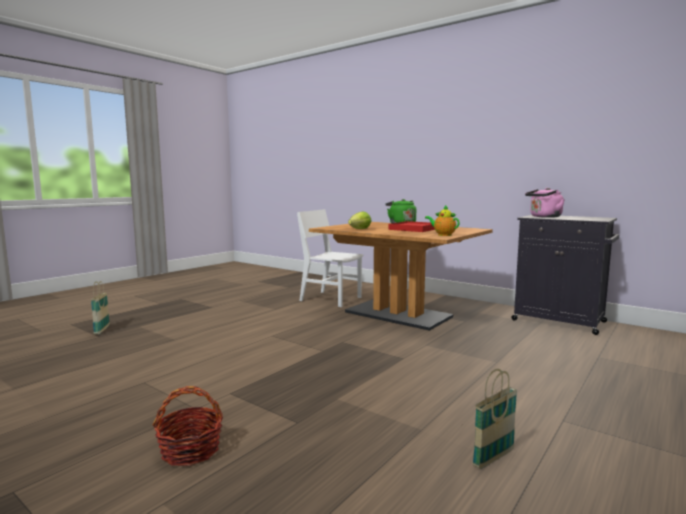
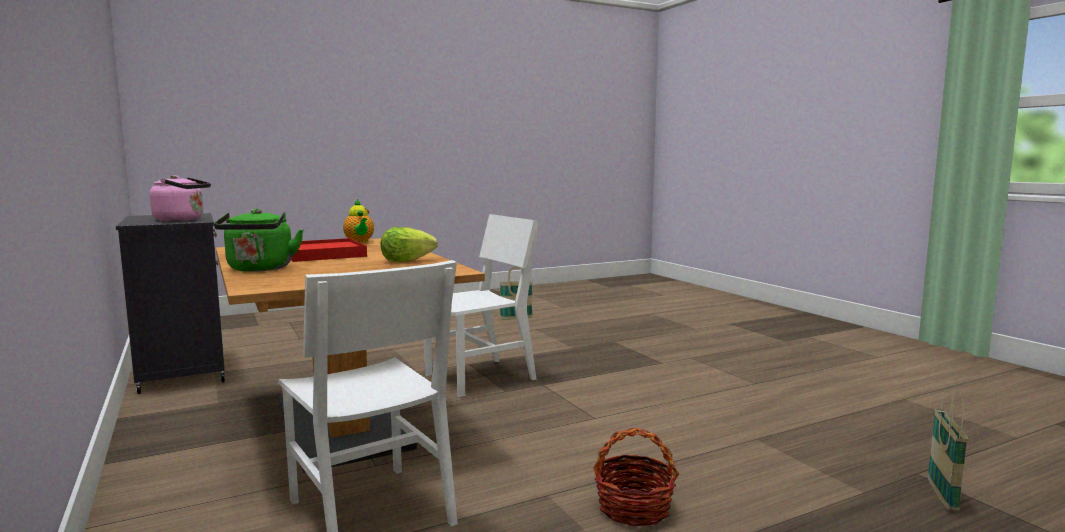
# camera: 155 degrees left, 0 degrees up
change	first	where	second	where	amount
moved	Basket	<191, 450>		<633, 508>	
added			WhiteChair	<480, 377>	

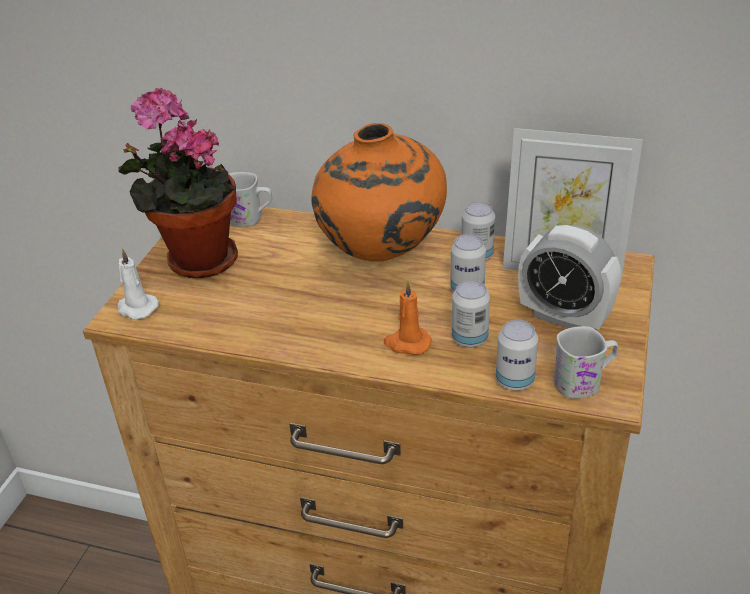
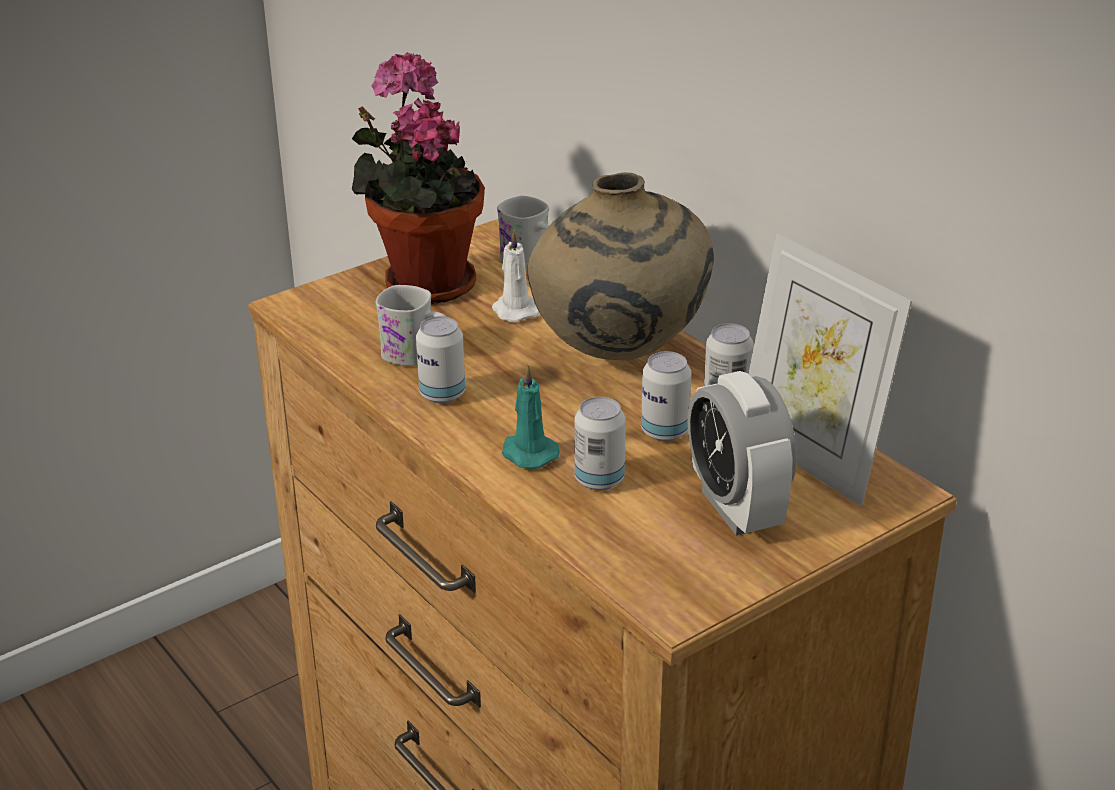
# camera: 35 degrees right, 5 degrees down
change	first	where	second	where	amount
recoloured	OrangeVase	<381, 256>	BeigeVase	<617, 357>	
moved	WhiteCandle	<136, 308>		<514, 310>	
recoloured	OrangeCandle	<407, 343>	TurquoiseCandle	<528, 453>	
moved	Can	<514, 381>		<442, 394>	
moved	WhiteMug	<584, 382>		<416, 355>	

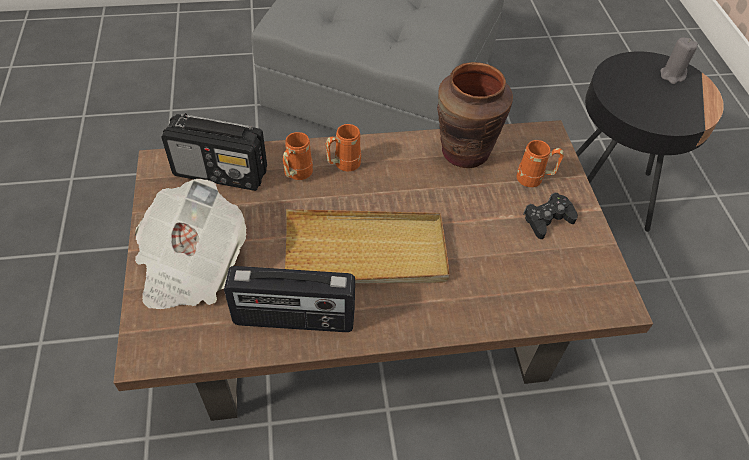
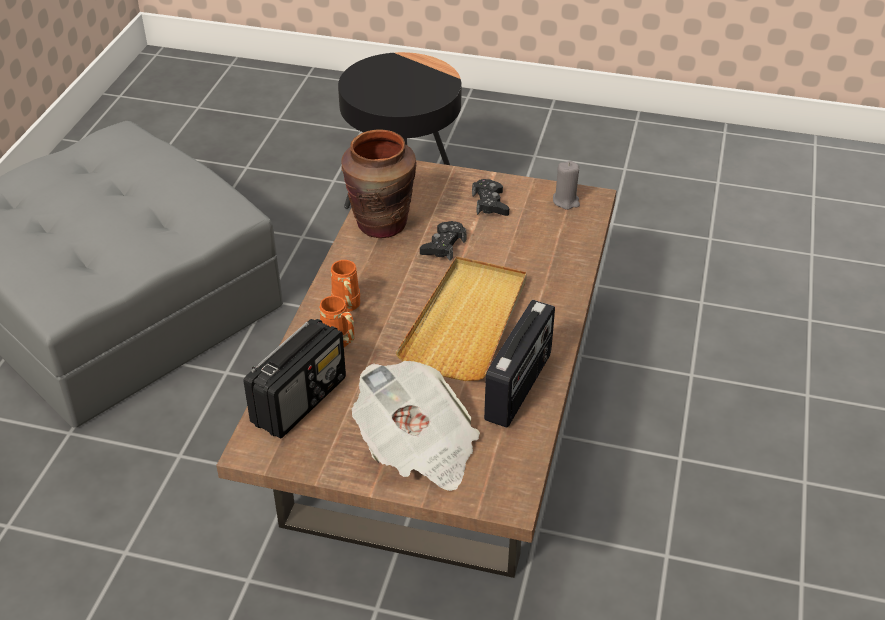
# camera: 65 degrees left, 10 degrees down
change	first	where	second	where	amount
moved	GreyCandle	<672, 75>		<566, 201>	
removed	OrangeMug	<534, 179>			
added			BlackGameController	<443, 246>	

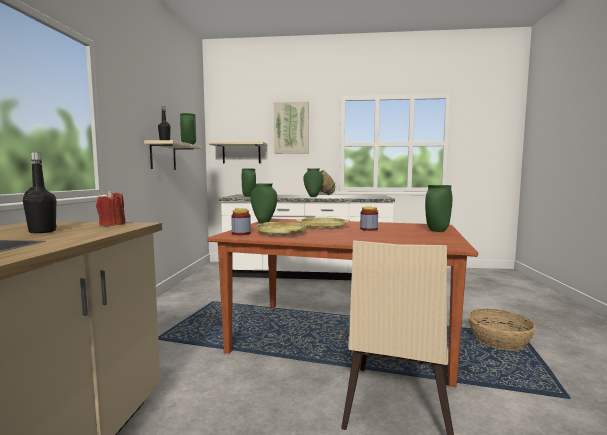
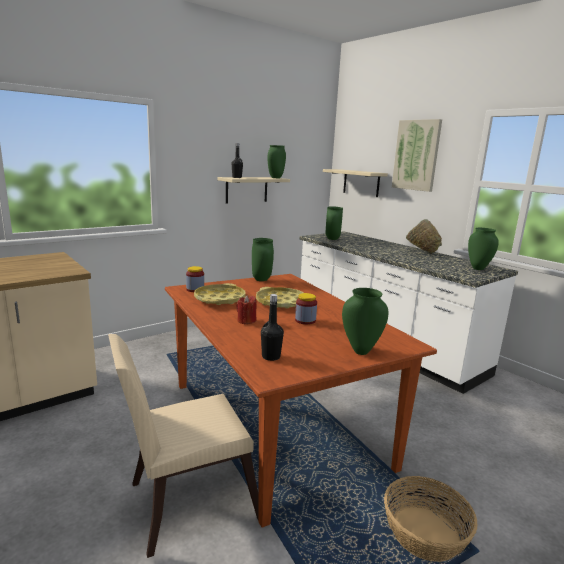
# camera: 45 degrees right, 10 degrees up
change	first	where	second	where	amount
moved	BlackBottle	<42, 231>		<271, 357>	
moved	GreenVase	<313, 196>		<478, 268>	
moved	RedCandle	<112, 224>		<246, 321>	

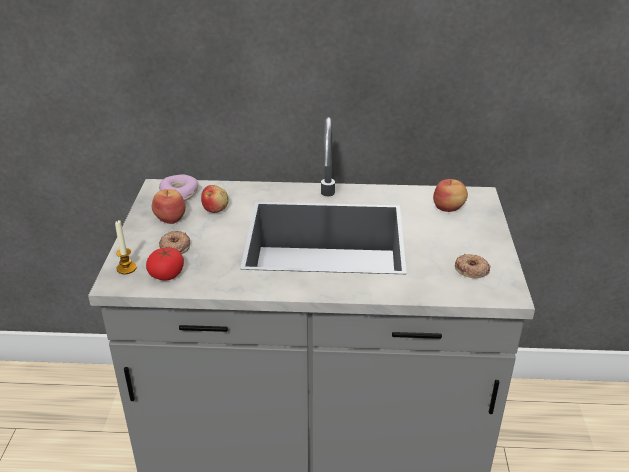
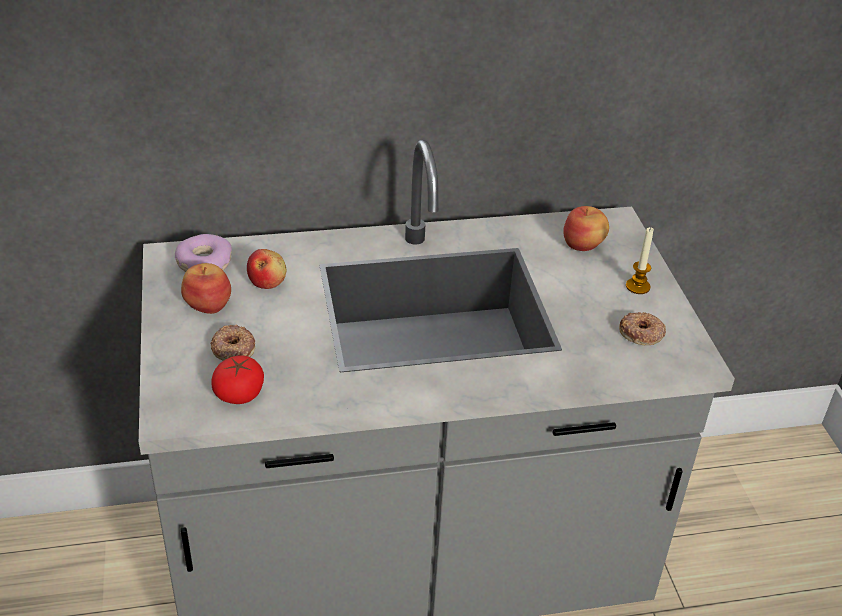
# camera: 15 degrees left, 5 degrees up
change	first	where	second	where	amount
moved	Candle	<126, 268>		<637, 286>	

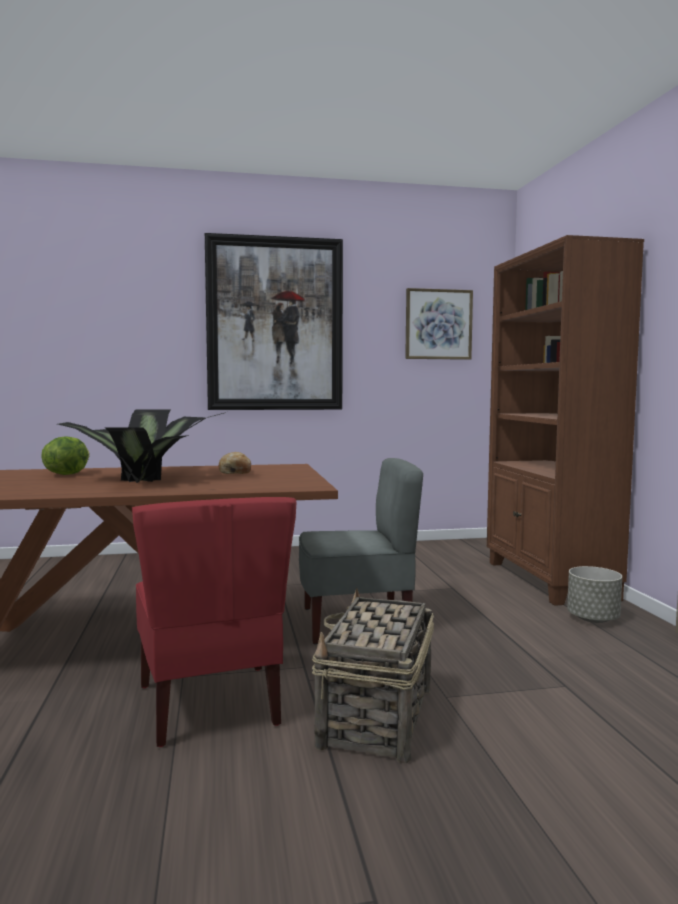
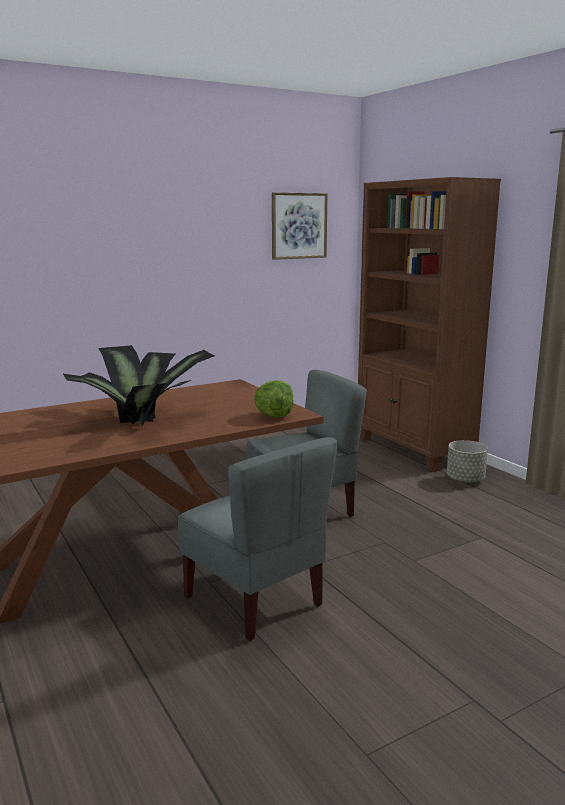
# camera: 20 degrees left, 10 degrees up
change	first	where	second	where	amount
removed	Picture	<275, 324>			
moved	Lettuce	<66, 474>		<274, 416>	
removed	Bread	<235, 472>			
recoloured	RedChair	<211, 705>	GreyChair	<255, 600>	
removed	Basket	<376, 718>			

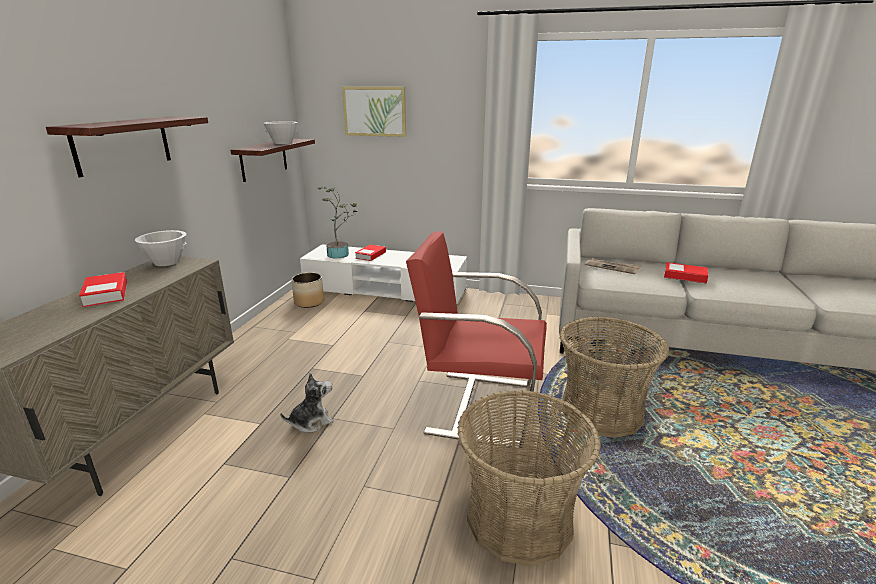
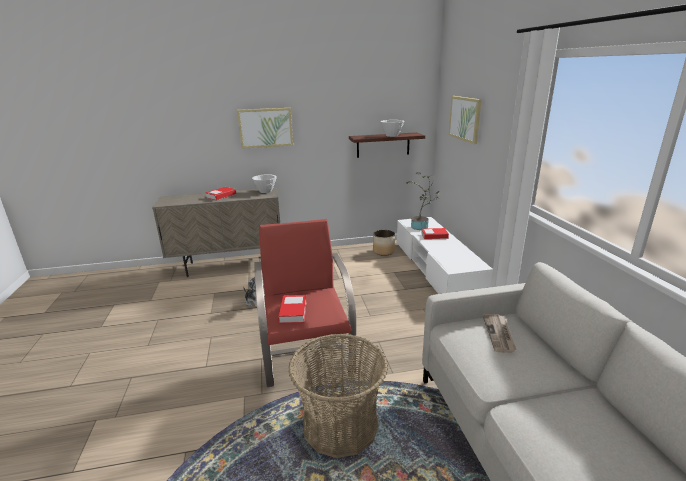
# camera: 65 degrees right, 0 degrees up
change	first	where	second	where	amount
replaced	Shelf	<123, 144>	Picture	<265, 127>	
moved	Book	<684, 276>		<293, 312>	
removed	Basket	<519, 518>			

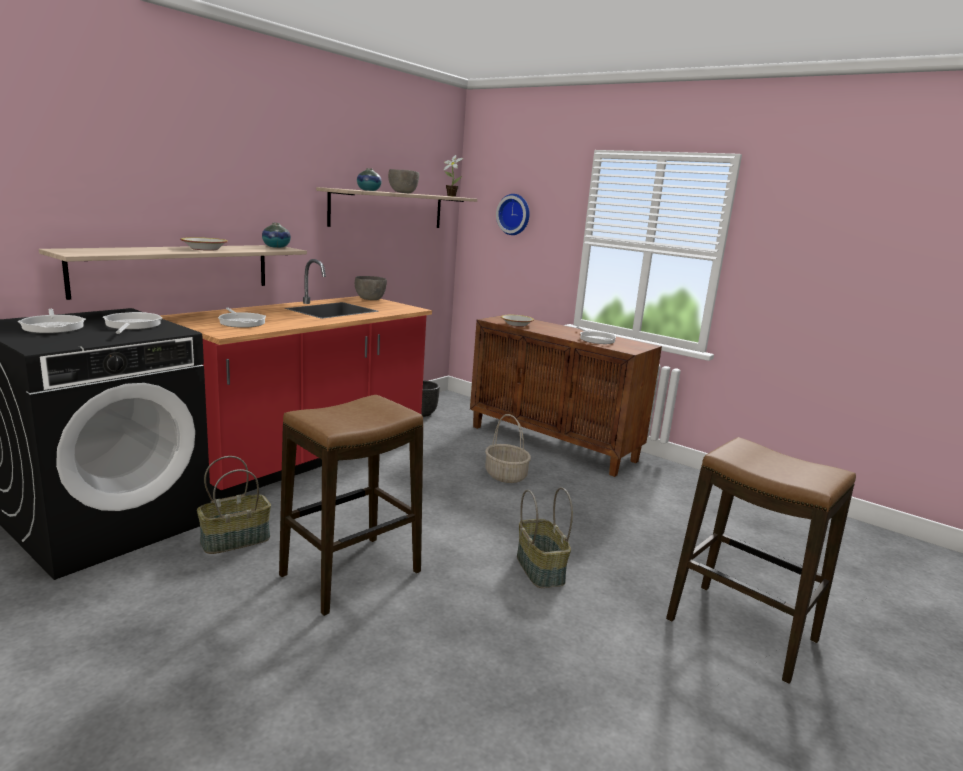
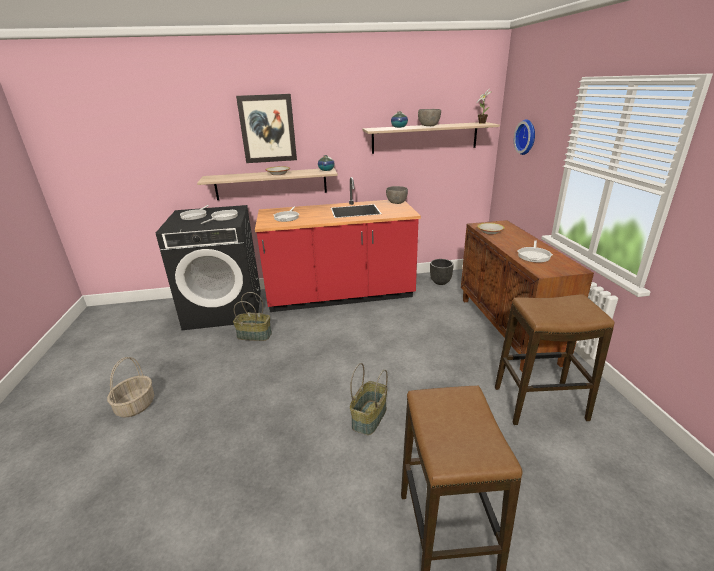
# camera: 45 degrees right, 10 degrees up
change	first	where	second	where	amount
moved	Stool	<351, 573>		<539, 403>	
moved	Basket	<505, 475>		<135, 405>	
added			Picture	<267, 129>	

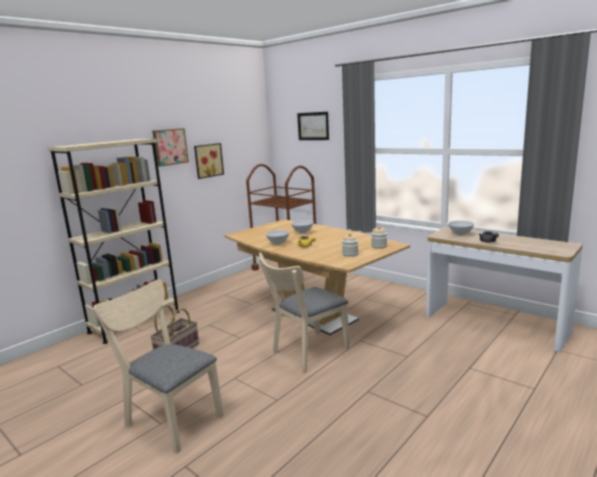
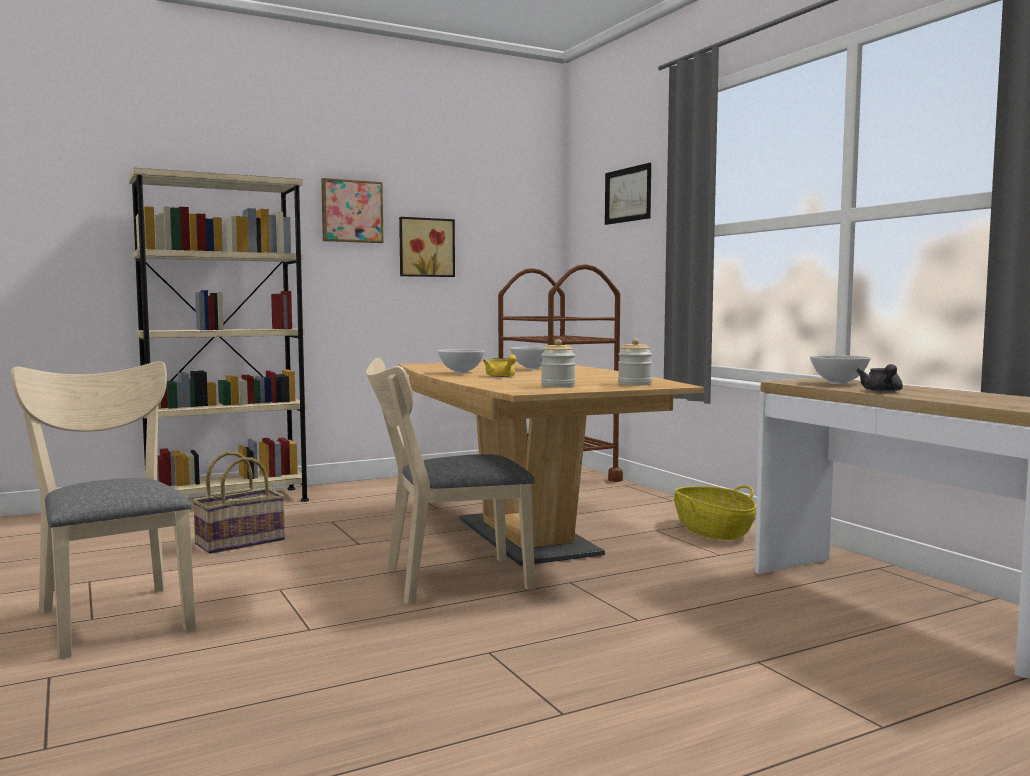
# camera: 20 degrees right, 10 degrees down
change	first	where	second	where	amount
added			Basket	<712, 531>	

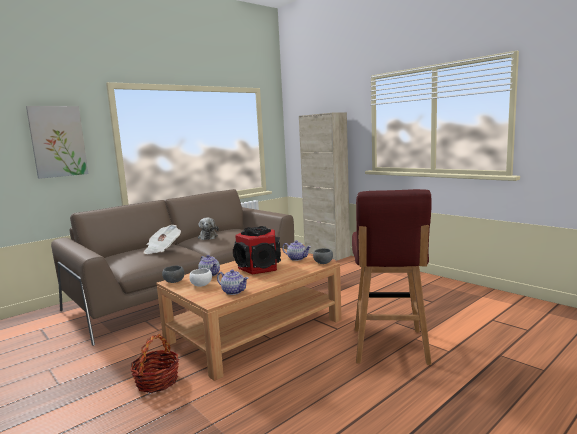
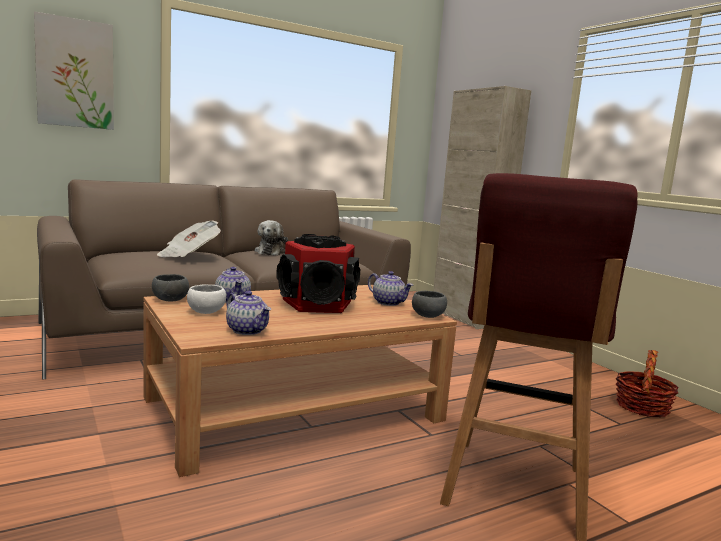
# camera: 10 degrees right, 0 degrees up
change	first	where	second	where	amount
moved	Basket	<157, 381>		<642, 407>	

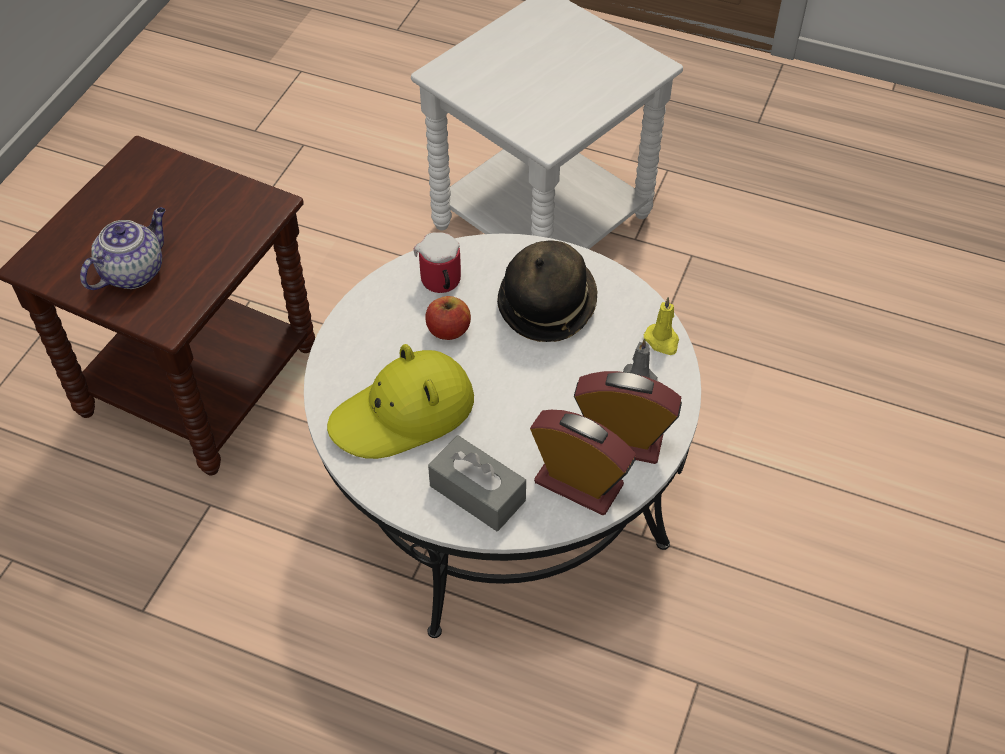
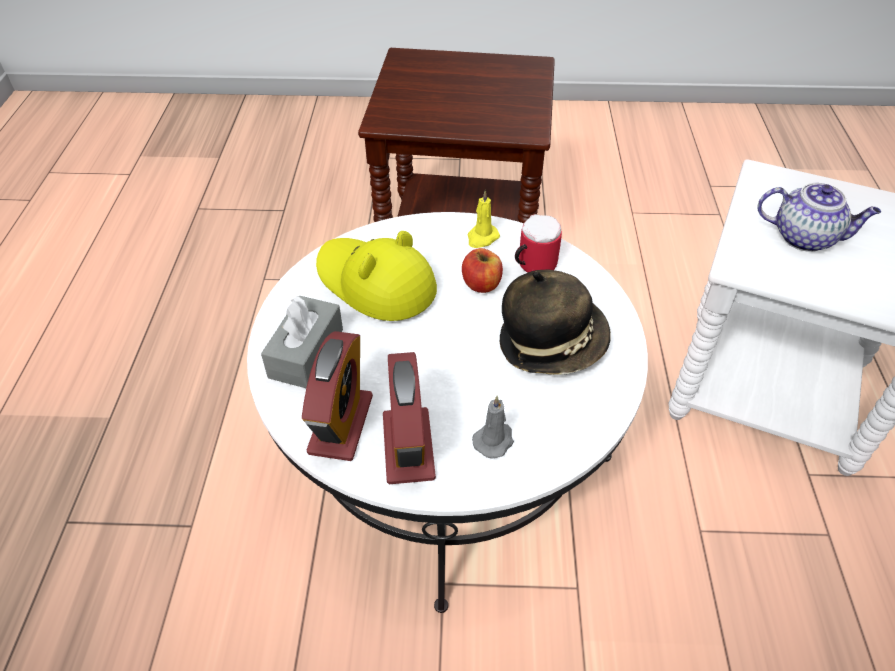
# camera: 70 degrees right, 5 degrees down
change	first	where	second	where	amount
moved	Teapot	<134, 271>		<805, 237>	
moved	YellowCandle	<662, 341>		<482, 238>	

